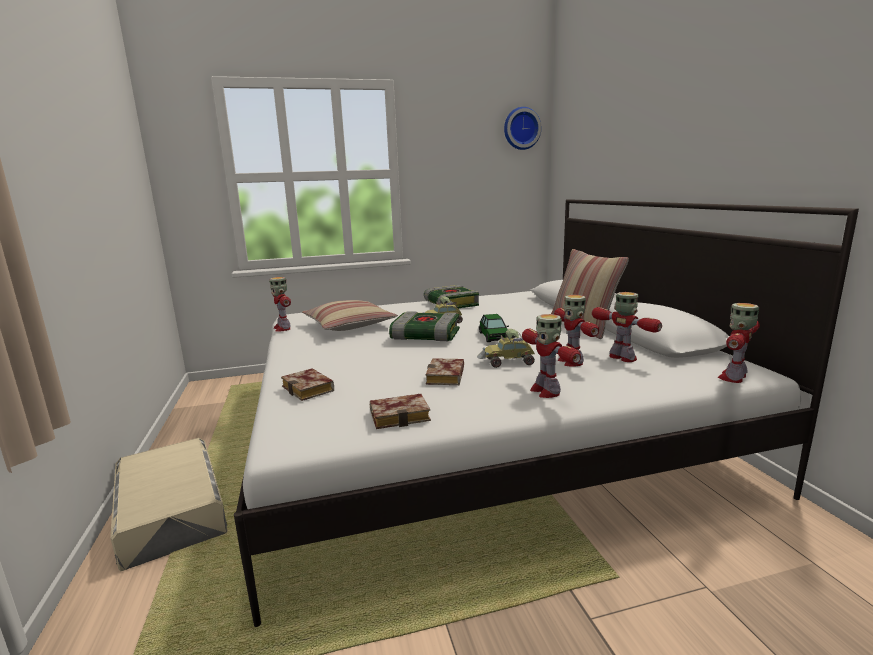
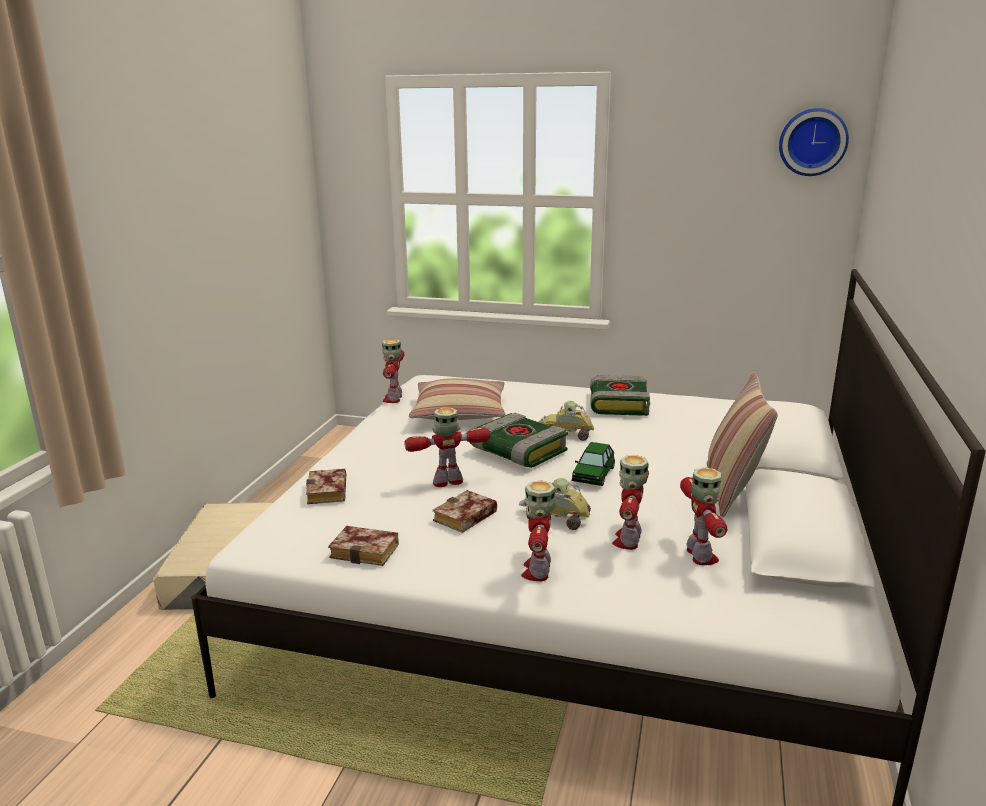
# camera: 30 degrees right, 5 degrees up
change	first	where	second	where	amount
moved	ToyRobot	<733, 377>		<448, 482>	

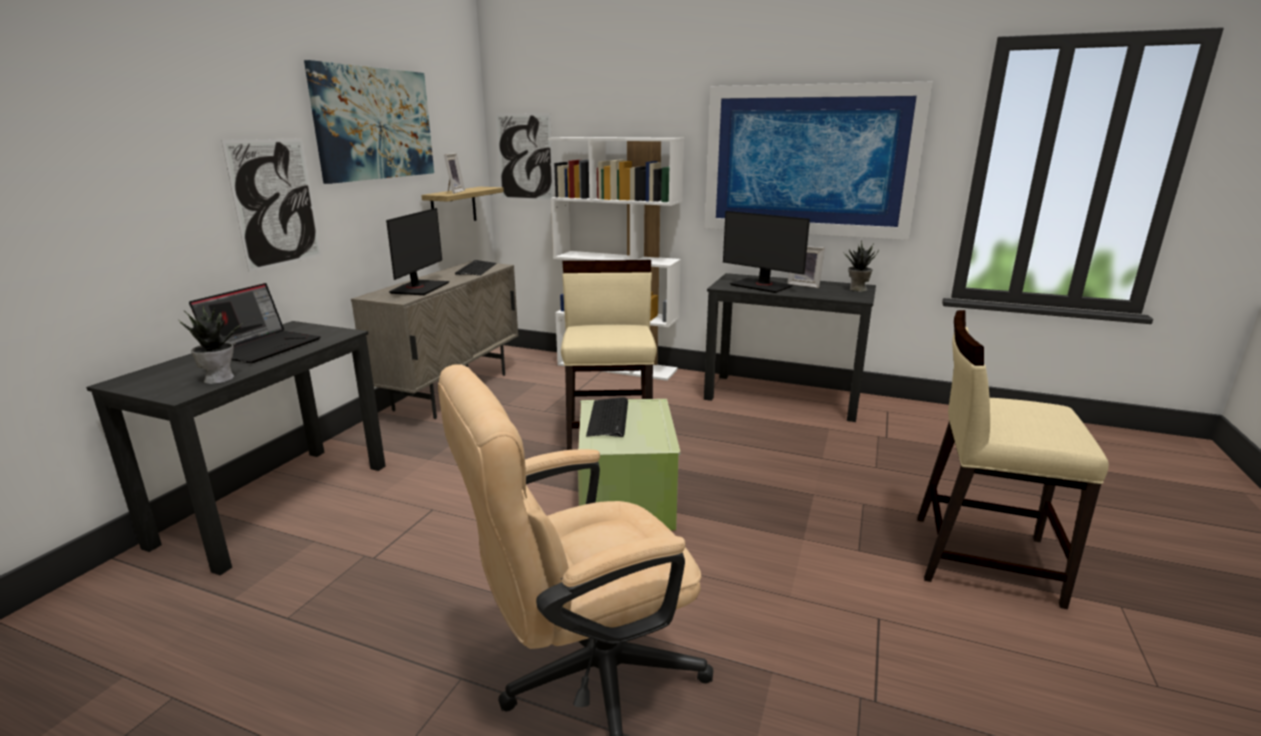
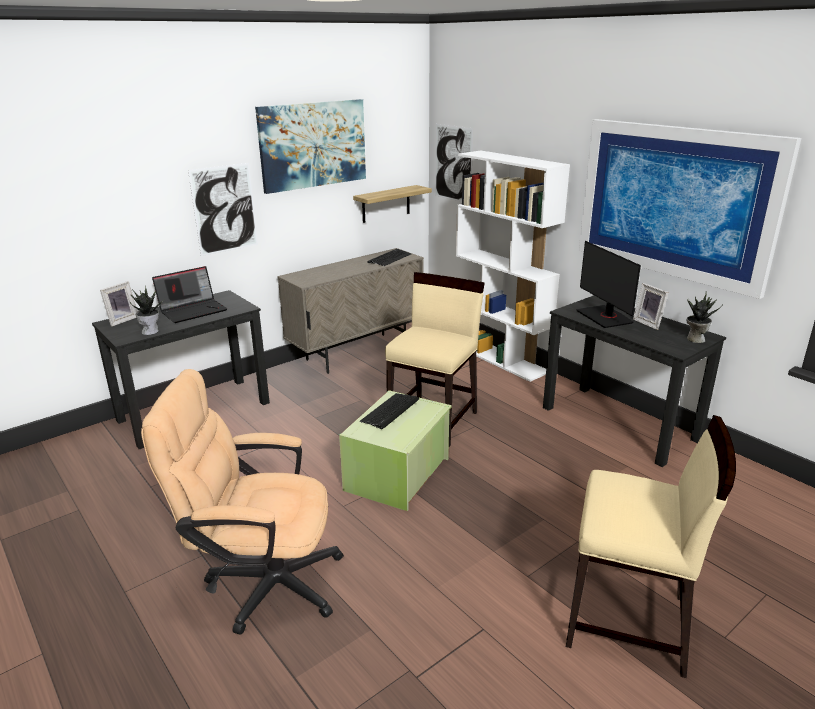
# camera: 30 degrees right, 5 degrees up
change	first	where	second	where	amount
moved	PictureFrame	<453, 192>		<121, 320>	
removed	Monitor	<419, 288>			
turned	BeigeChair	<982, 557>		<628, 622>	150 degrees clockwise

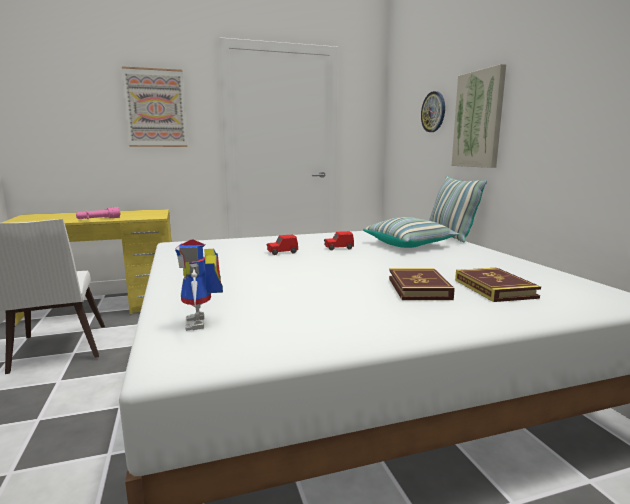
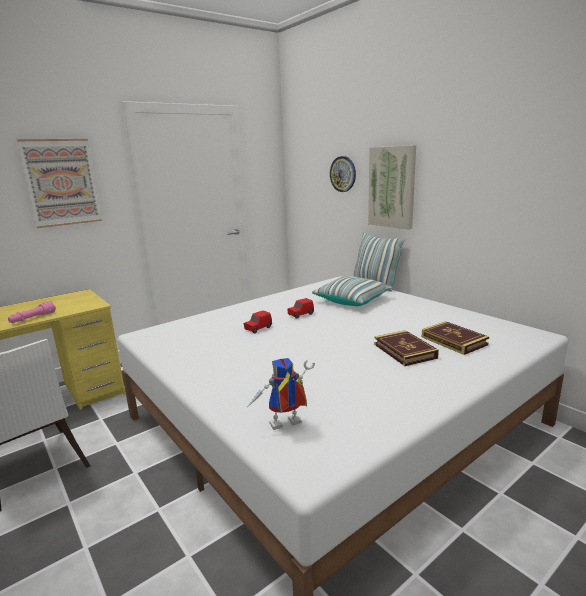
# camera: 20 degrees left, 5 degrees up
change	first	where	second	where	amount
turned	ToyRobot	<202, 323>		<284, 426>	105 degrees clockwise

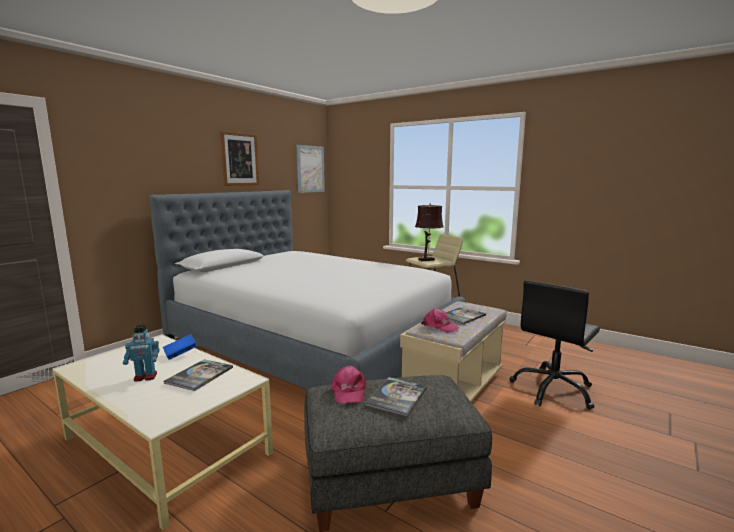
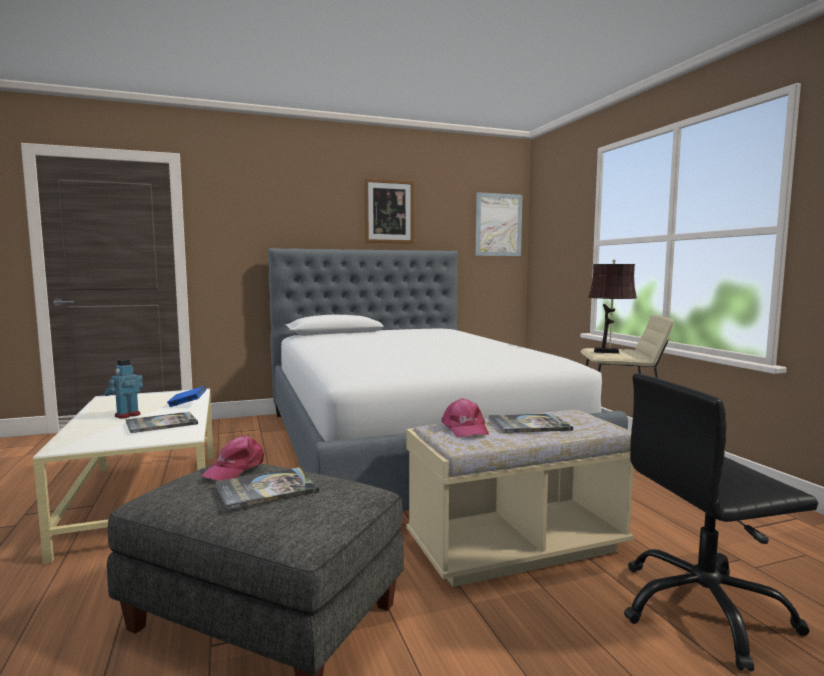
# camera: 35 degrees right, 5 degrees down
change	first	where	second	where	amount
turned	ToyRobot	<145, 377>		<127, 415>	105 degrees clockwise

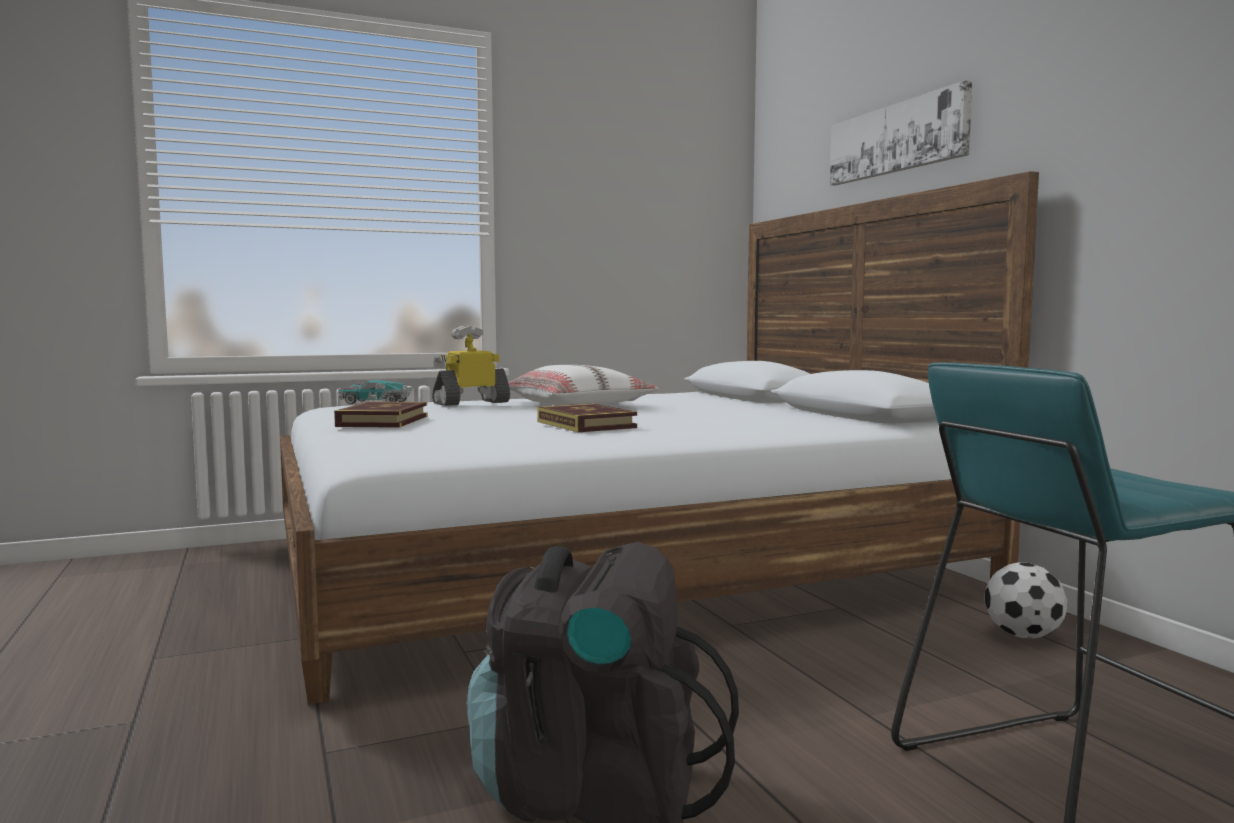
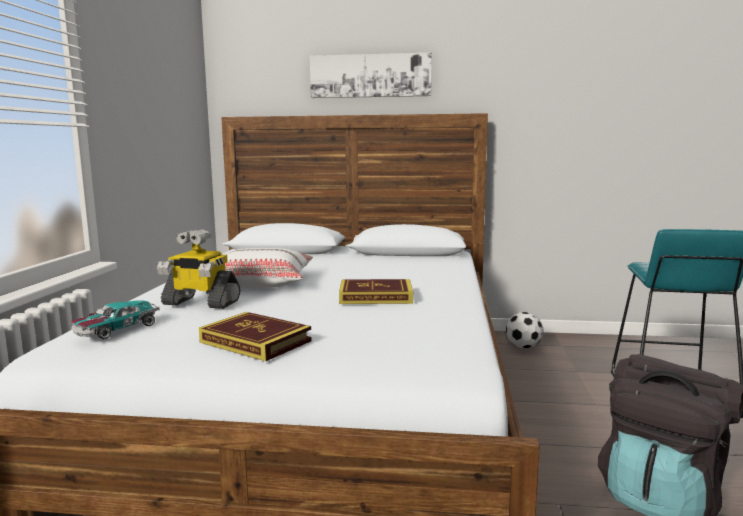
# camera: 60 degrees left, 5 degrees up
change	first	where	second	where	amount
turned	ToyRobot	<471, 403>		<200, 303>	75 degrees counterclockwise

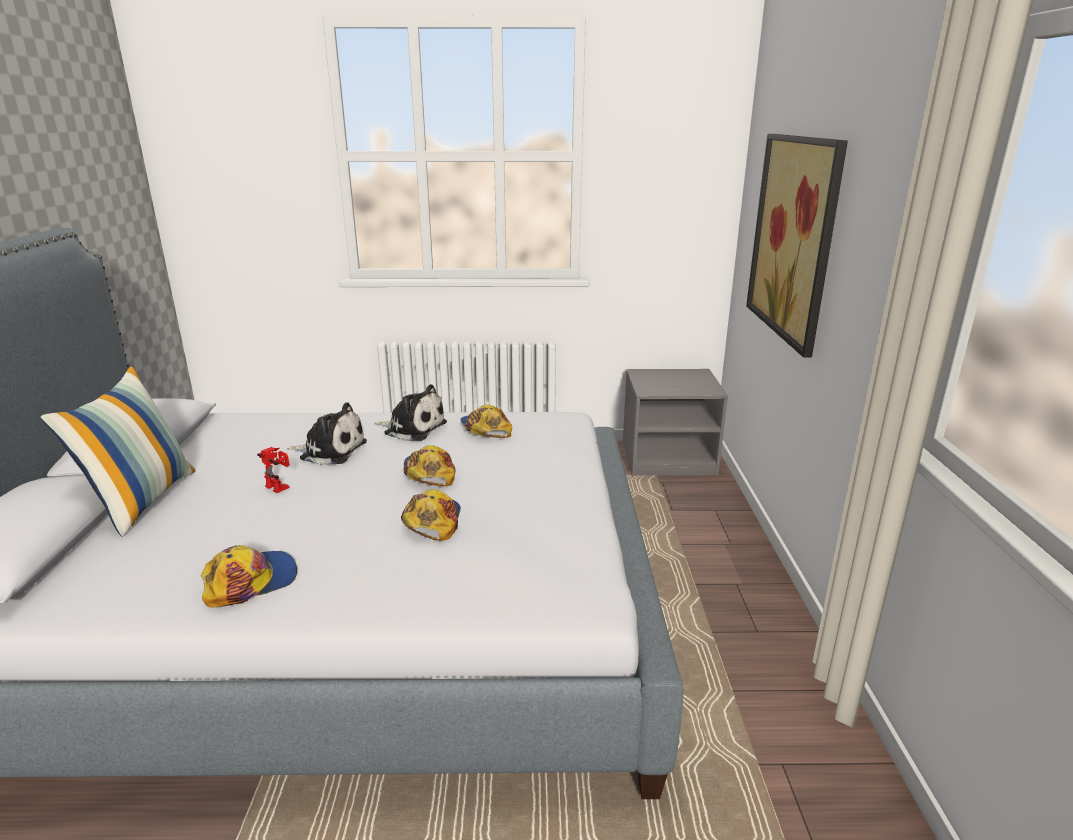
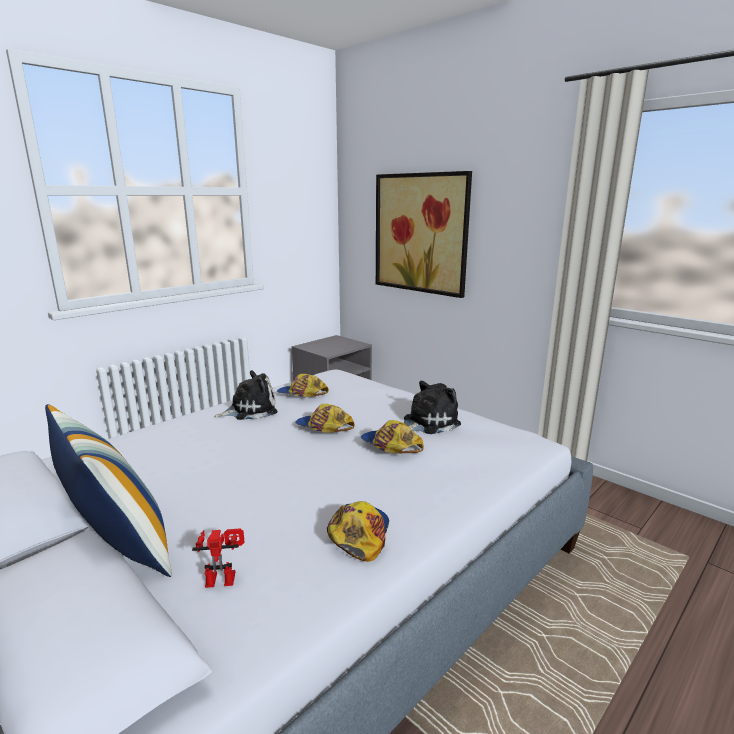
# camera: 45 degrees left, 5 degrees down
change	first	where	second	where	amount
moved	PlushToy	<330, 450>		<428, 423>	
moved	ToyRobot	<281, 486>		<223, 576>	

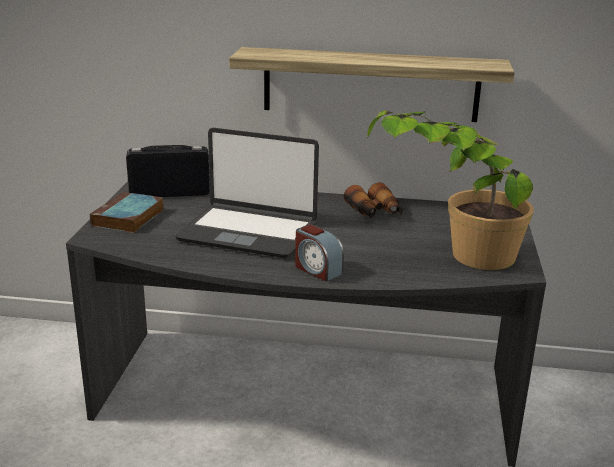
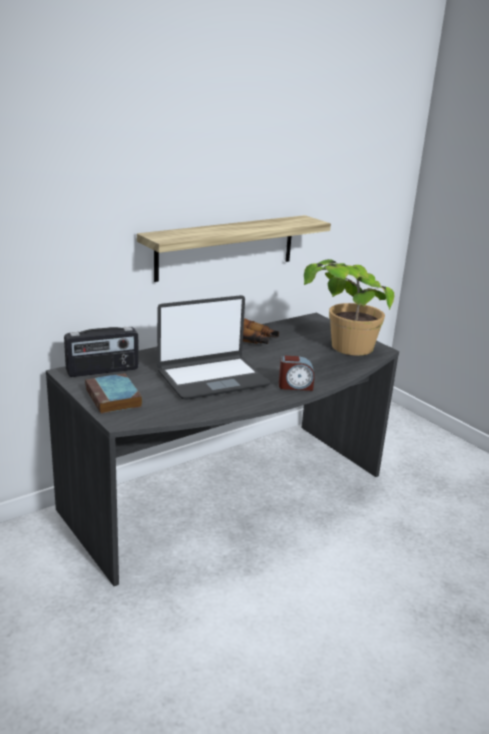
# camera: 45 degrees left, 0 degrees up
change	first	where	second	where	amount
turned	Radio	<170, 193>		<102, 371>	150 degrees counterclockwise

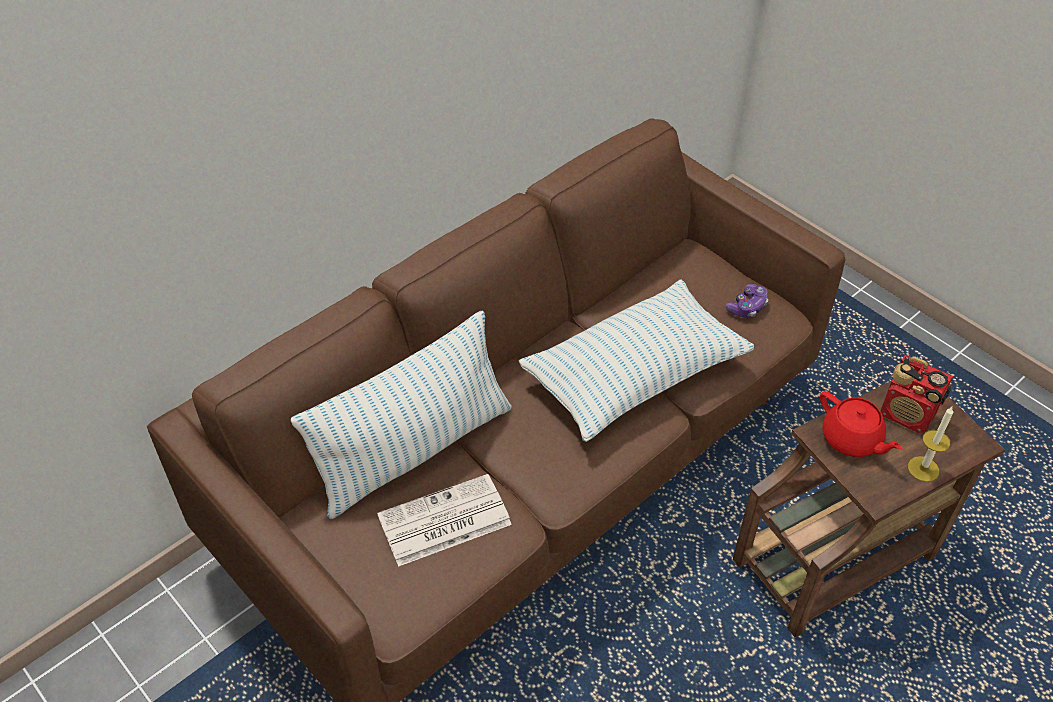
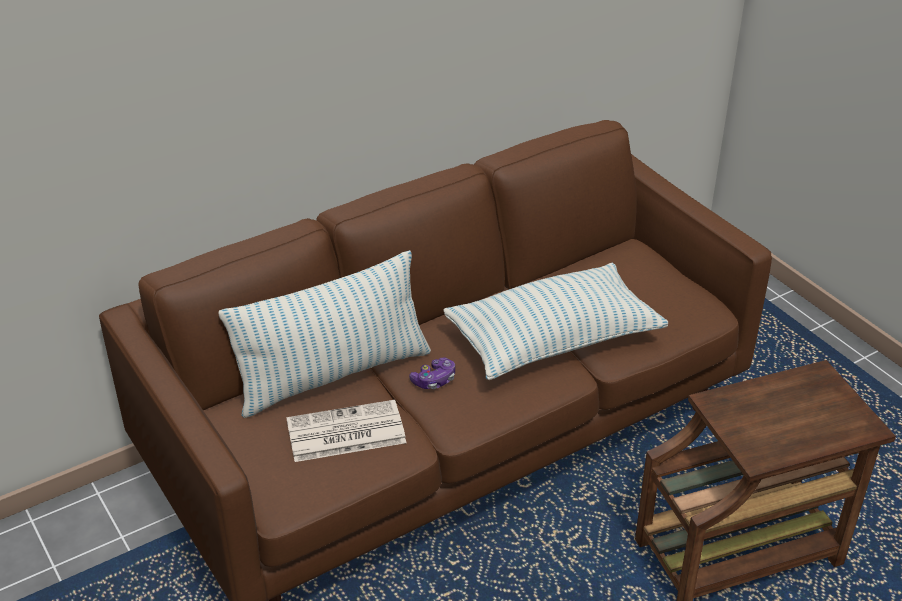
# camera: 10 degrees right, 10 degrees down
change	first	where	second	where	amount
moved	GameController	<747, 307>		<434, 380>	
removed	Radio	<907, 415>			
removed	RedTeapot	<851, 439>			
removed	Candle	<923, 469>			

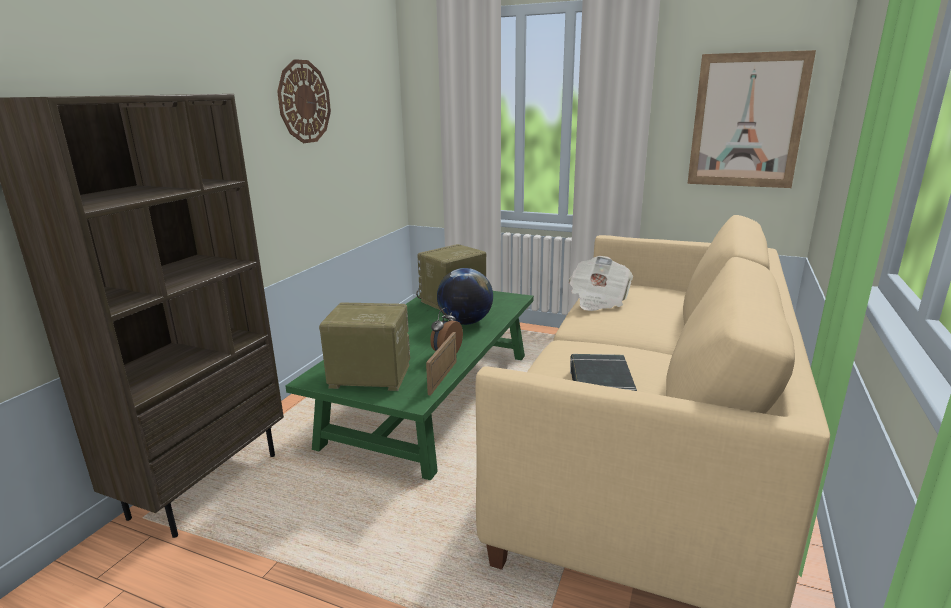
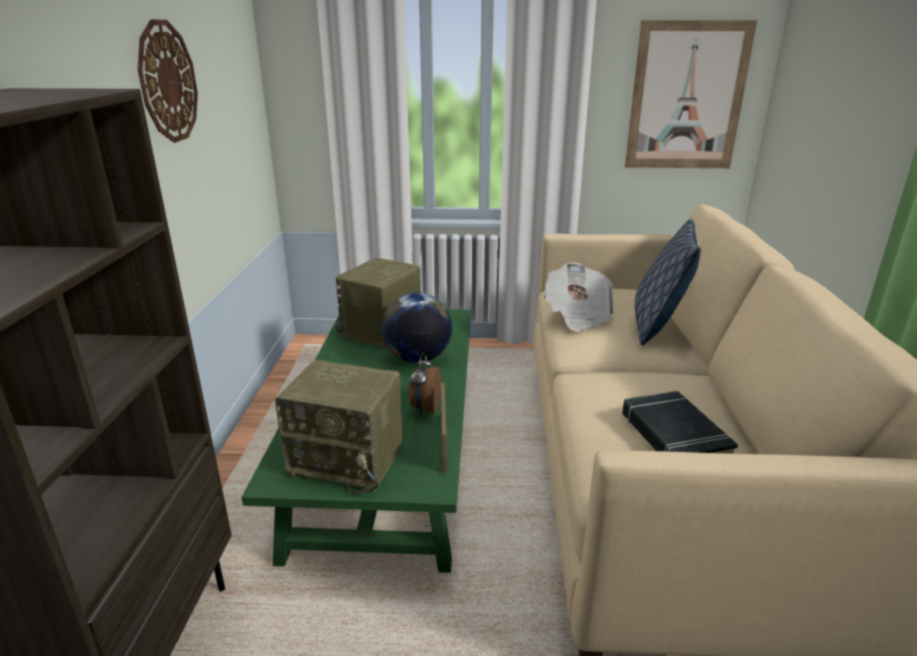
# camera: 20 degrees left, 5 degrees up
change	first	where	second	where	amount
turned	Radio	<368, 376>		<349, 460>	150 degrees counterclockwise
added			Pillow	<658, 325>	

